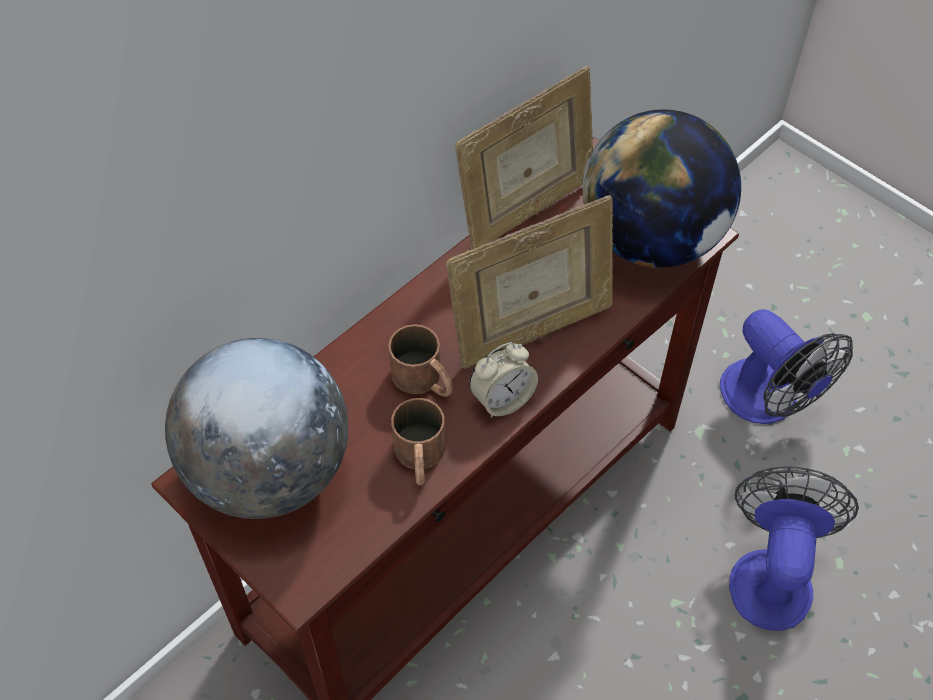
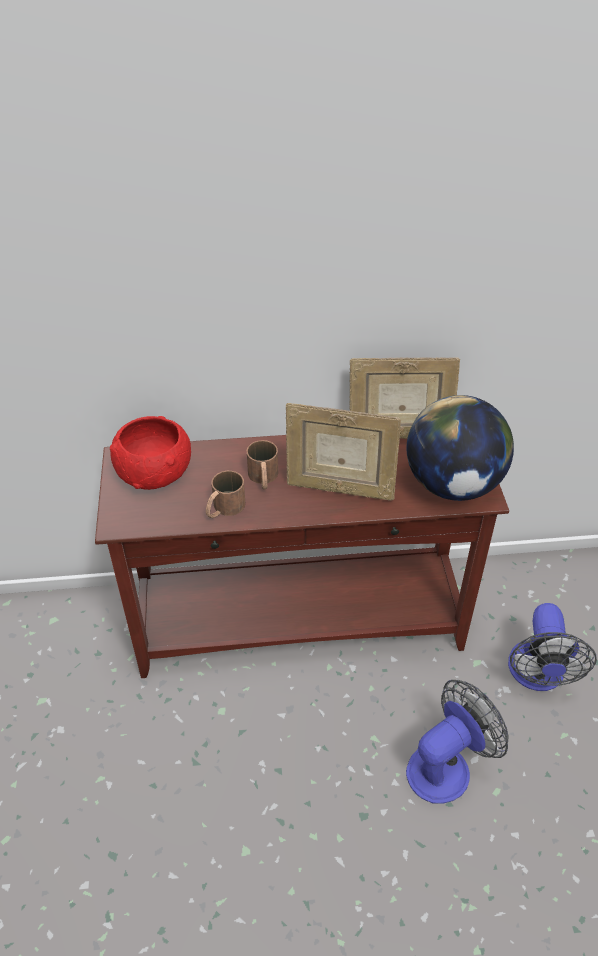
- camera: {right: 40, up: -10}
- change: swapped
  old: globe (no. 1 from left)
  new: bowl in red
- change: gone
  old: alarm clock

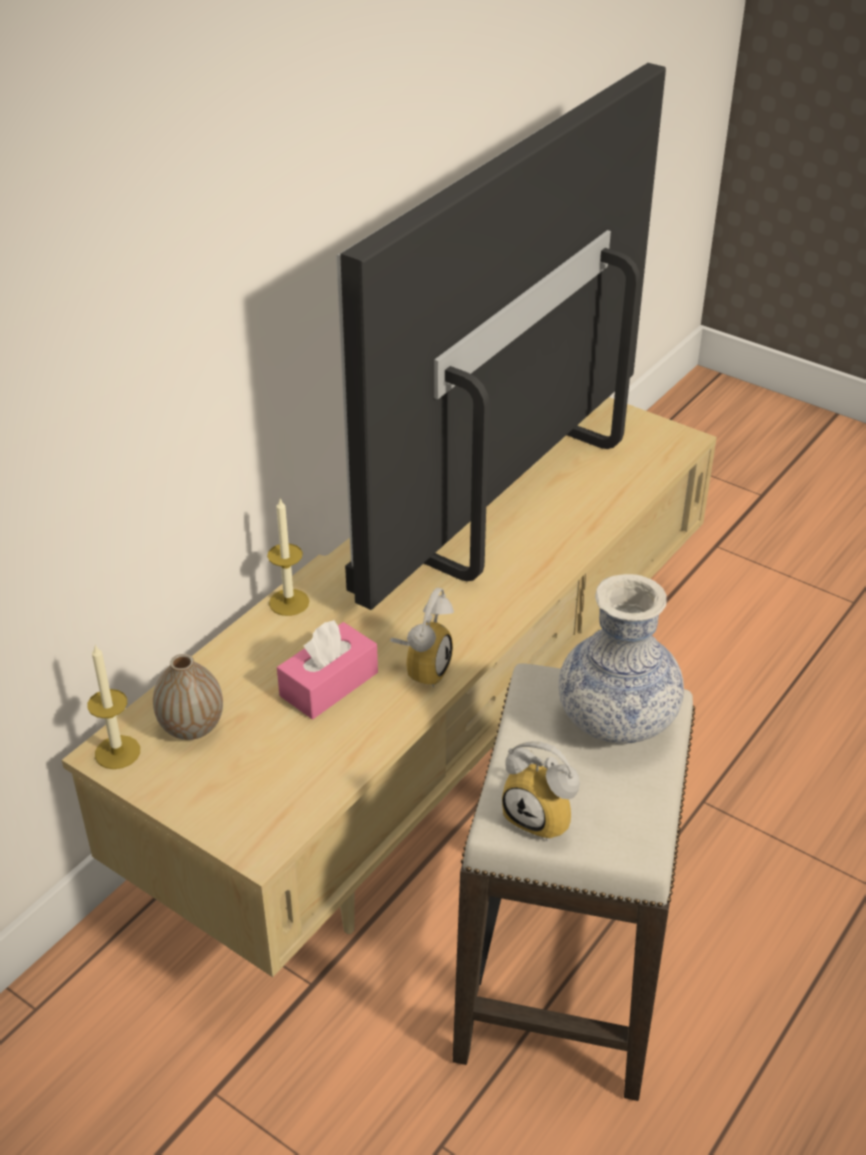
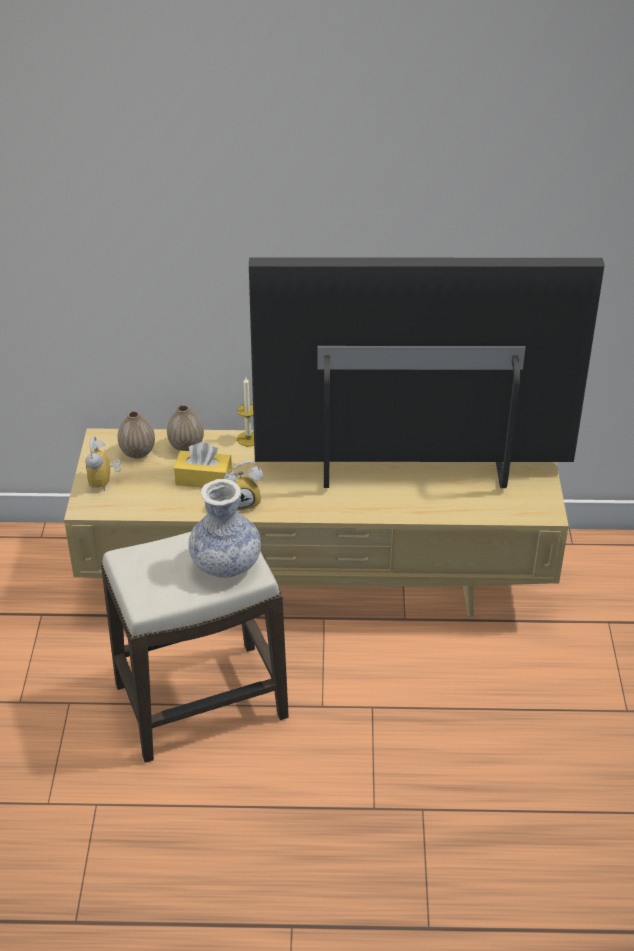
- camera: {right: 55, up: 0}
- change: shifted
  old: alarm clock (no. 2 from left in the first image)
  new: alarm clock (no. 1 from left)
- change: new
  new: vase (no. 2 from left)
- change: repainted
  old: tissue box in pink
  new: tissue box in yellow
- change: gone
  old: candle (no. 1 from left)

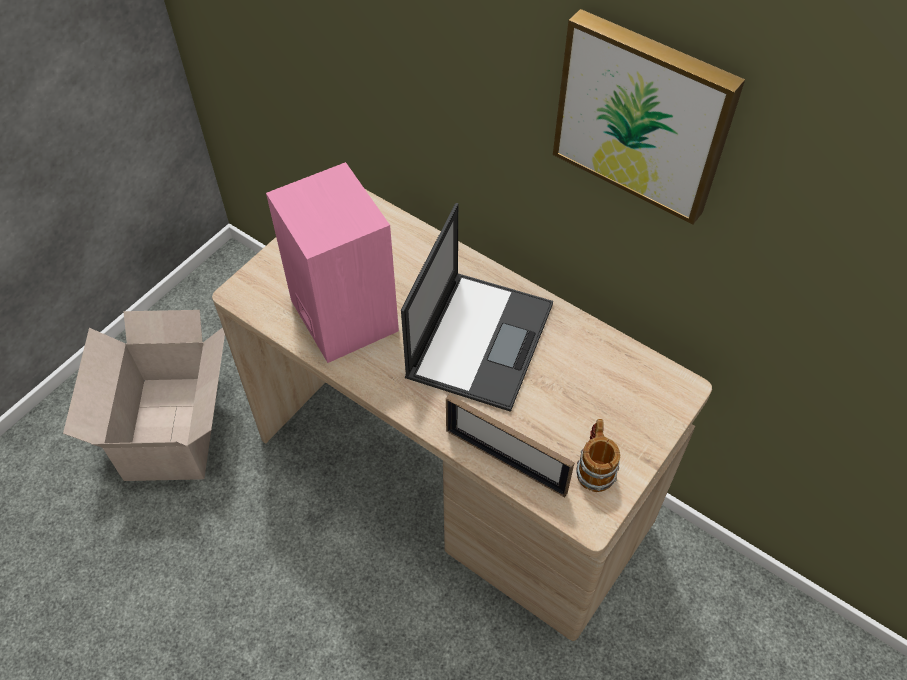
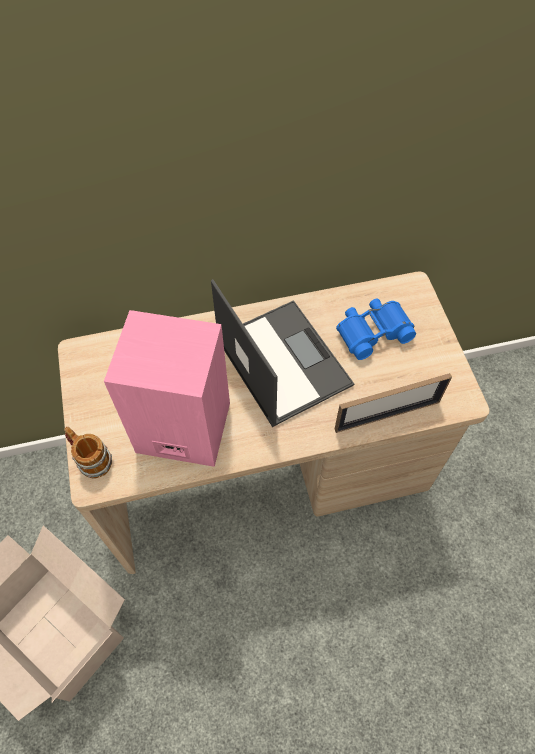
- camera: {right: -50, up: 5}
- change: shifted
  old: mug
- change: new
  new: binoculars in blue
- change: gone
  old: picture

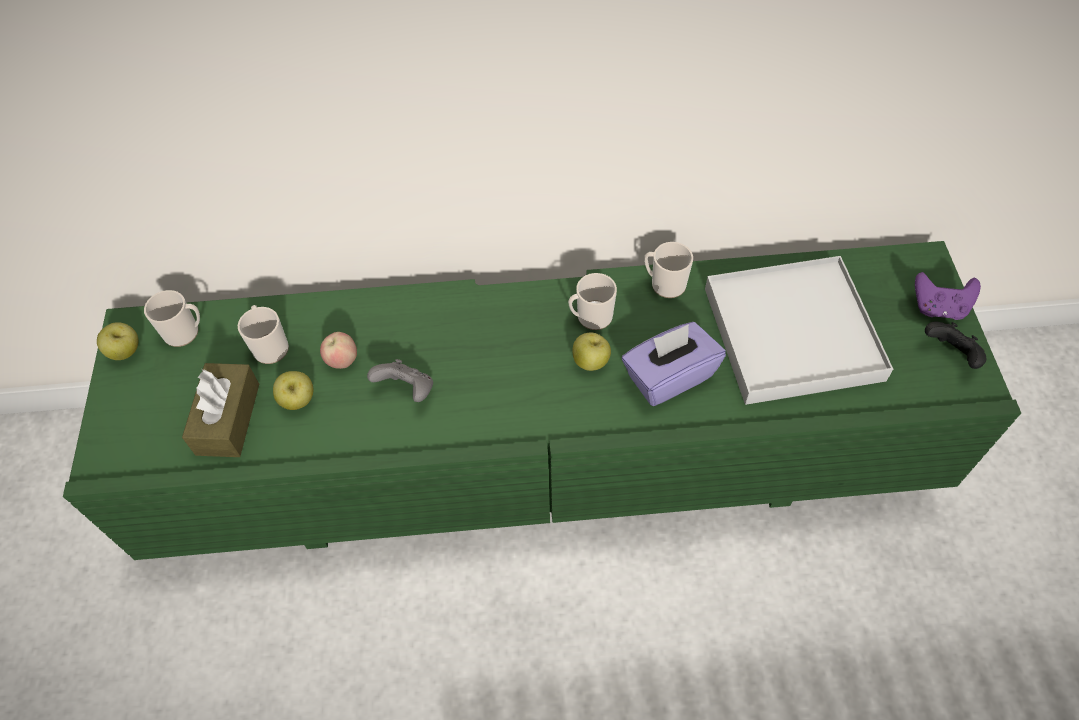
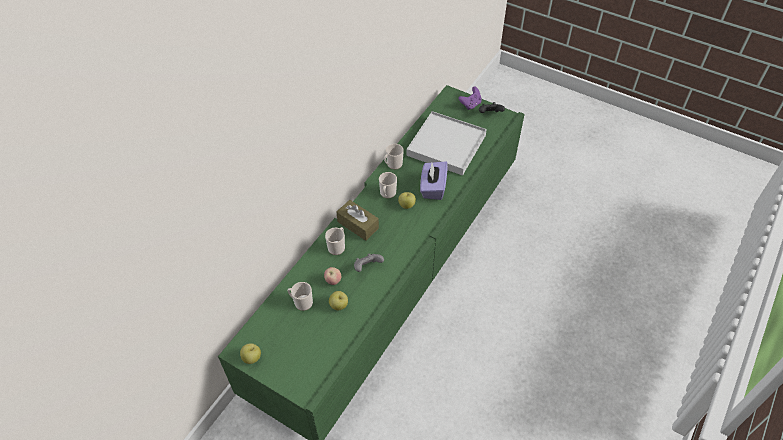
- camera: {right: -55, up: -5}
- change: shifted
  old: mug (no. 1 from left in the first image)
  new: mug (no. 2 from left)
- change: shifted
  old: tissue box in brown

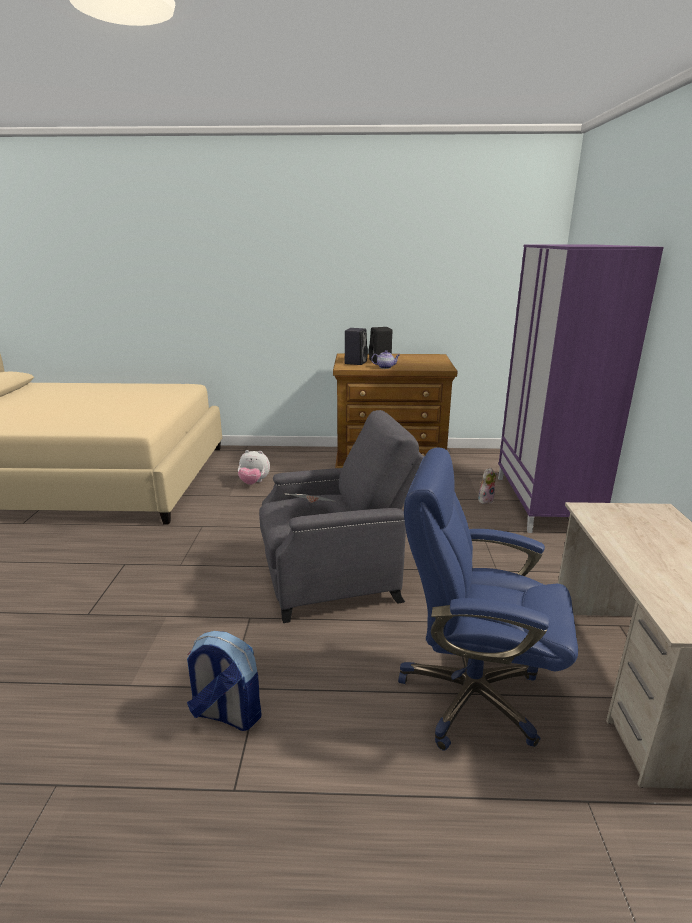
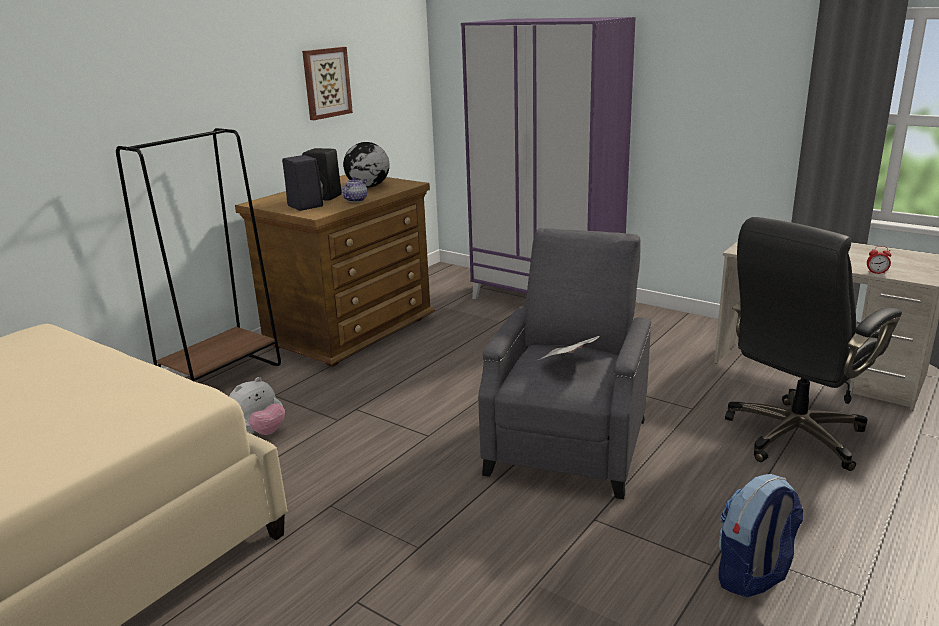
- camera: {right: -55, up: 0}
- change: new
  new: clothes rack
- change: new
  new: picture
- change: new
  new: globe
- change: repainted
  old: office chair in blue
  new: office chair in black
- change: new
  new: alarm clock
- change: gone
  old: plush toy (no. 2 from left)

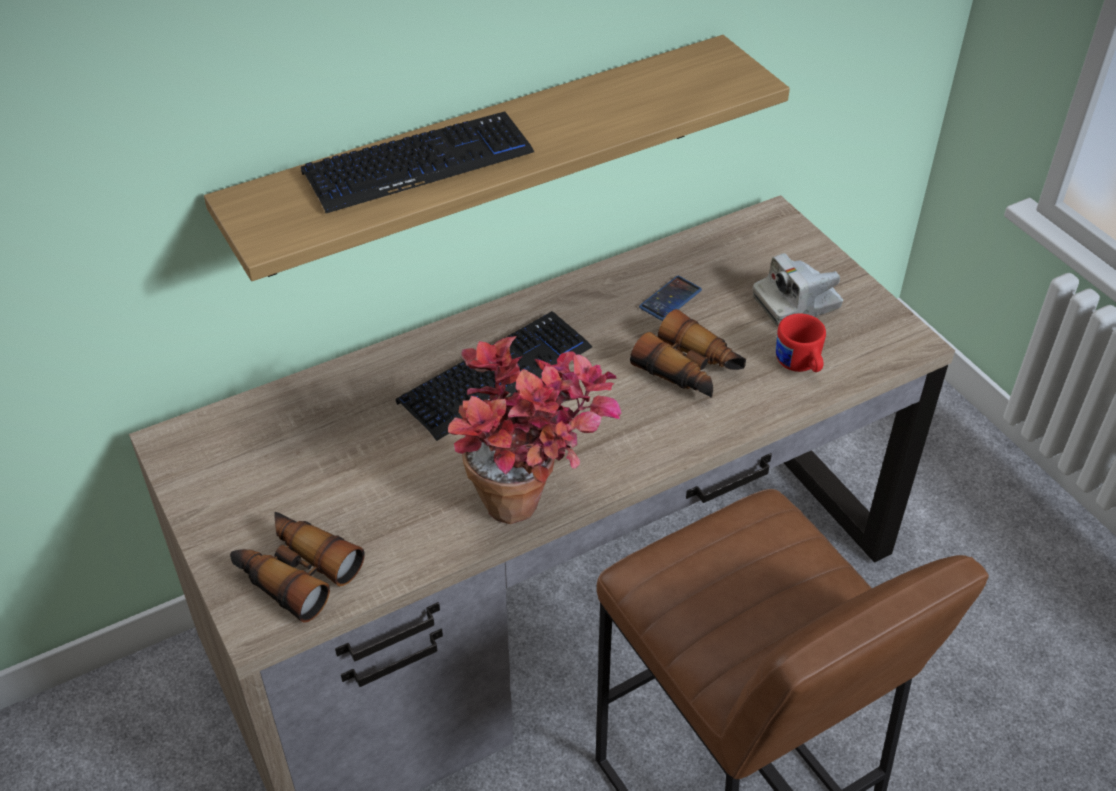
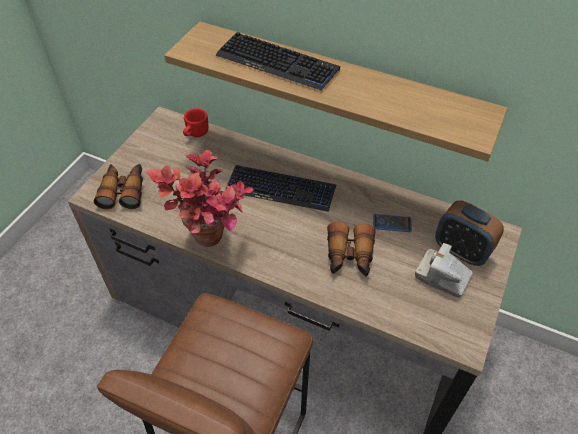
- camera: {right: 55, up: 5}
- change: shifted
  old: mug in red
- change: new
  new: alarm clock

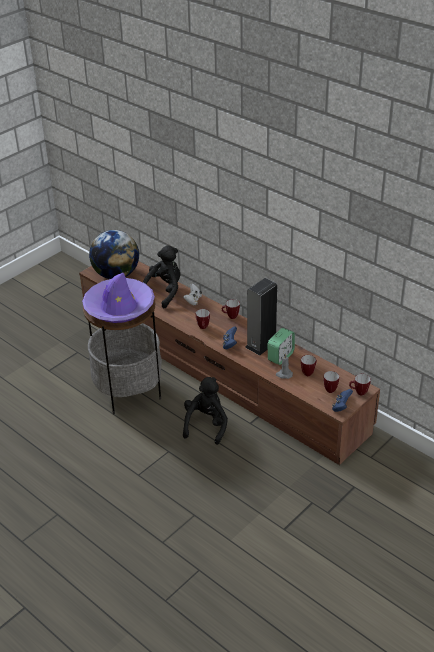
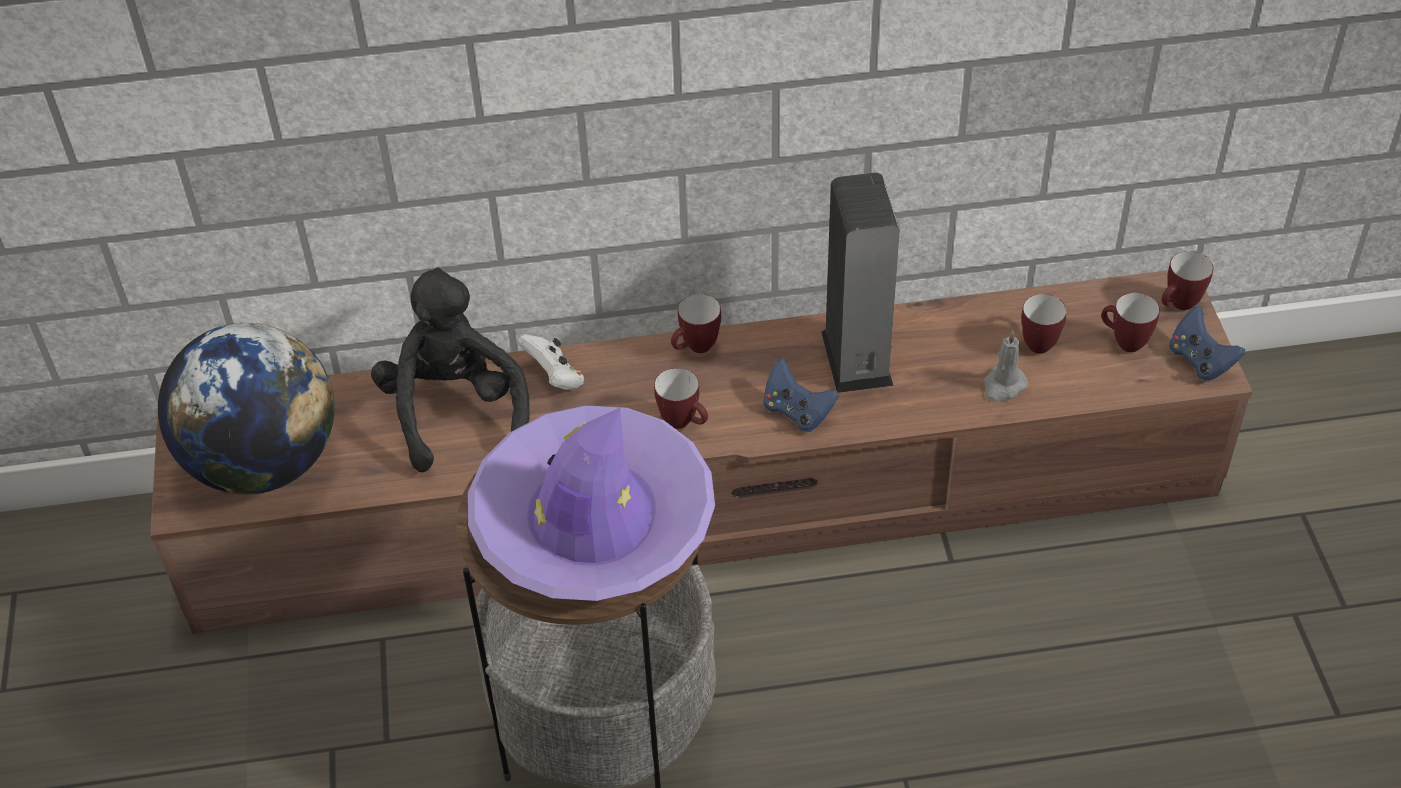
- camera: {right: -50, up: 10}
- change: gone
  old: plush toy in black (no. 2 from left)
- change: gone
  old: alarm clock

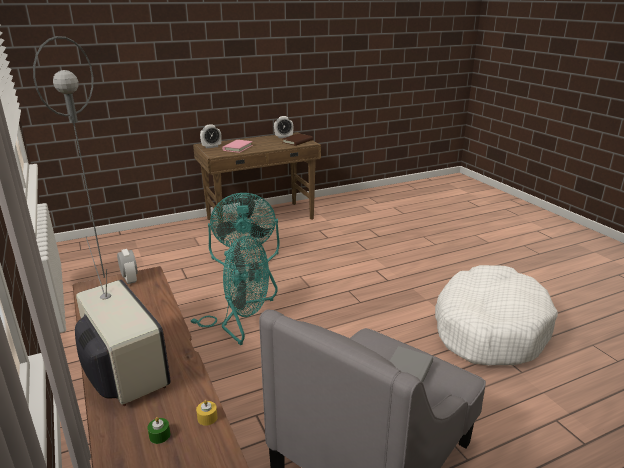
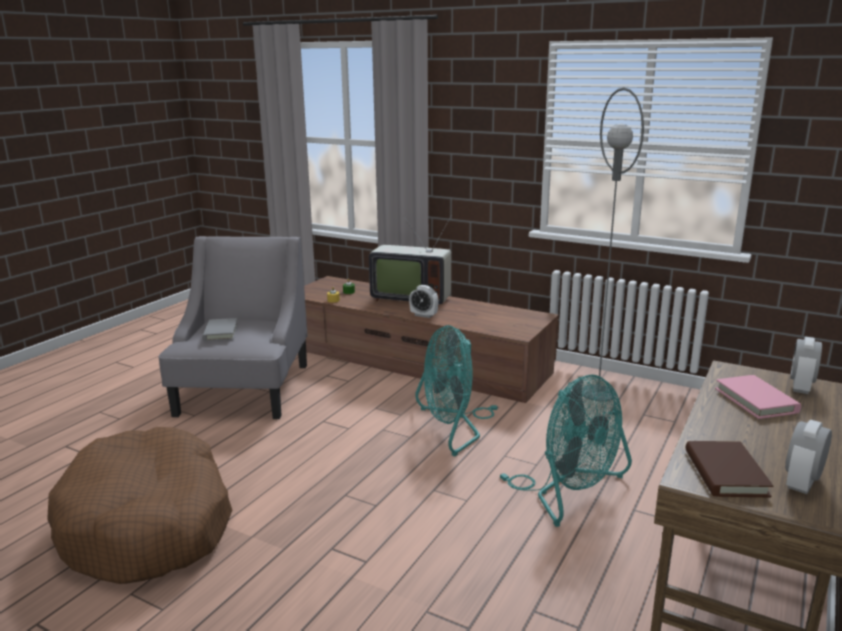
- camera: {right: 145, up: -5}
- change: repainted
  old: dog bed in white
  new: dog bed in brown
- change: shifted
  old: alarm clock (no. 1 from left)

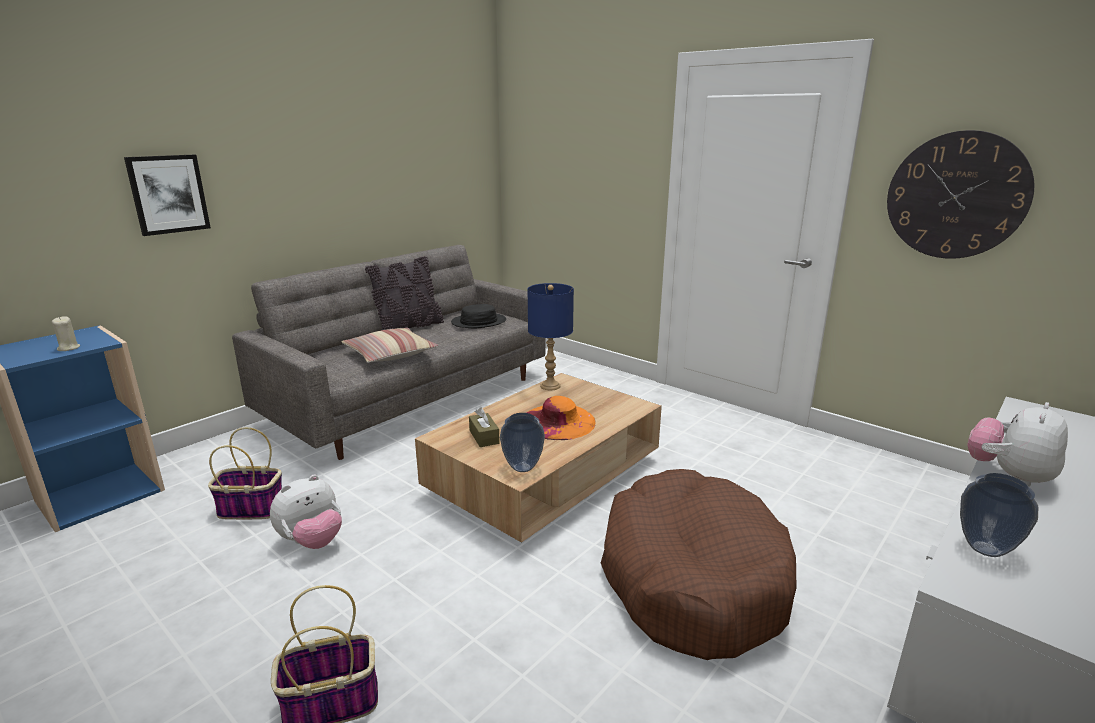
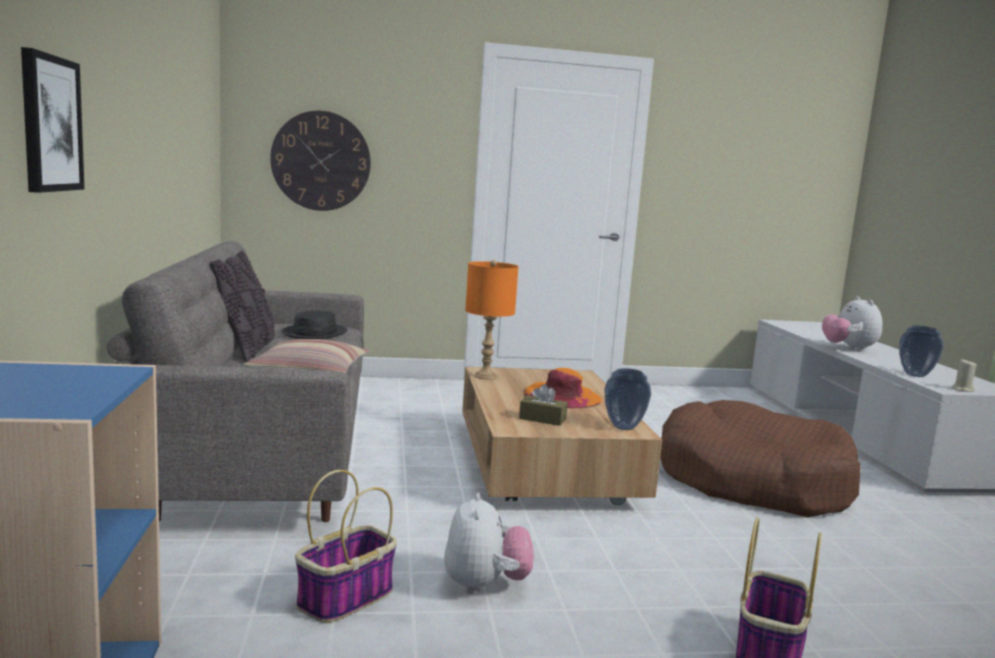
- camera: {right: -50, up: -10}
- change: shifted
  old: wall clock
- change: repainted
  old: table lamp in blue
  new: table lamp in orange
- change: shifted
  old: candle in beige

